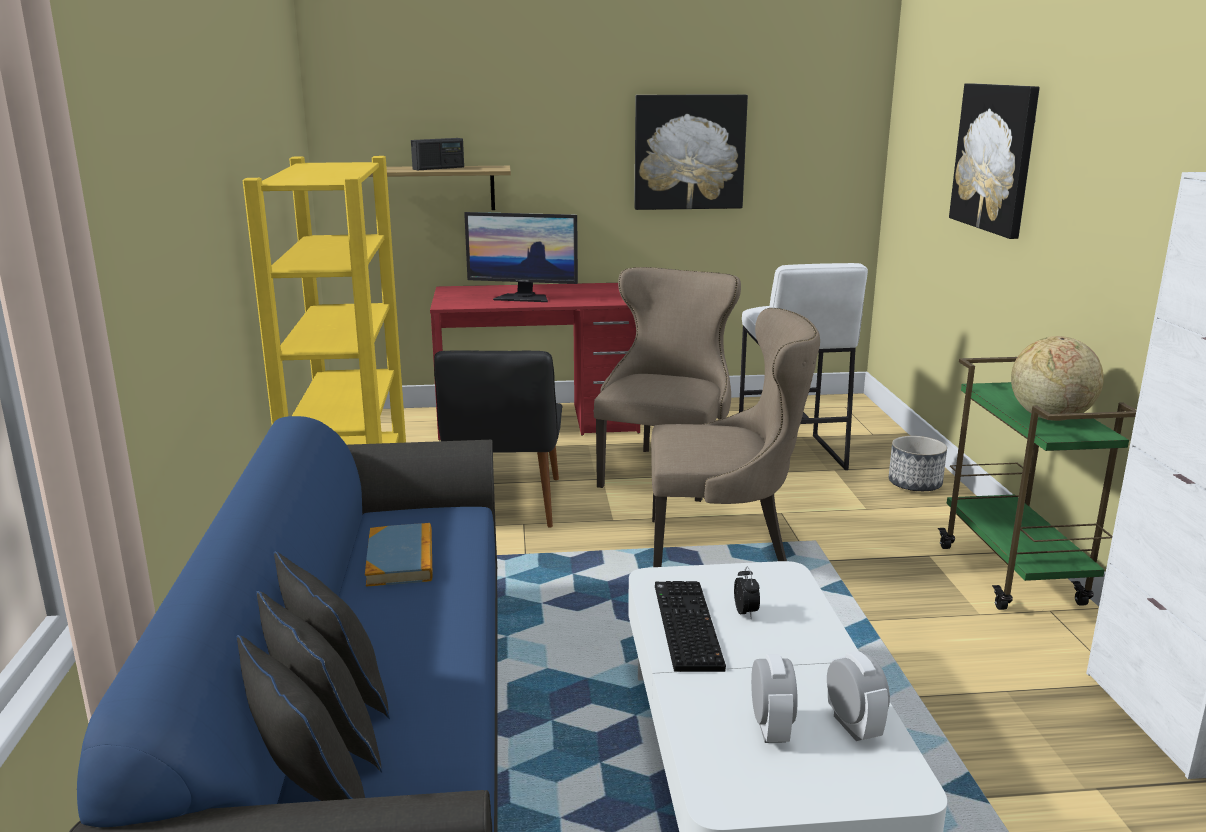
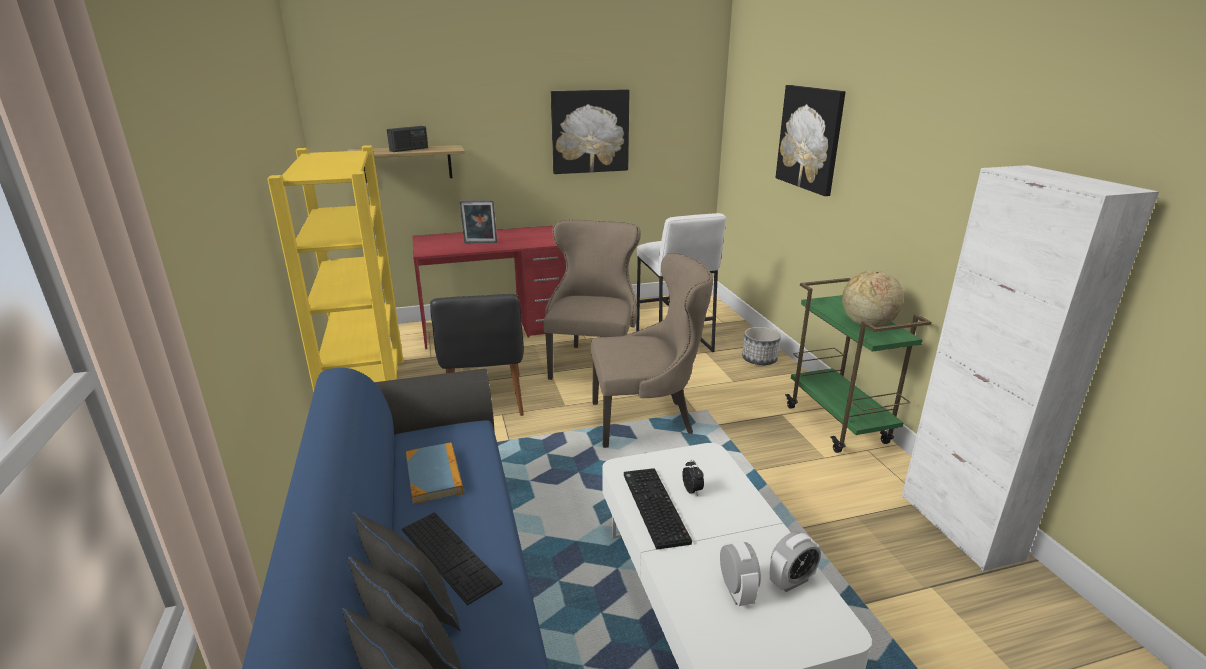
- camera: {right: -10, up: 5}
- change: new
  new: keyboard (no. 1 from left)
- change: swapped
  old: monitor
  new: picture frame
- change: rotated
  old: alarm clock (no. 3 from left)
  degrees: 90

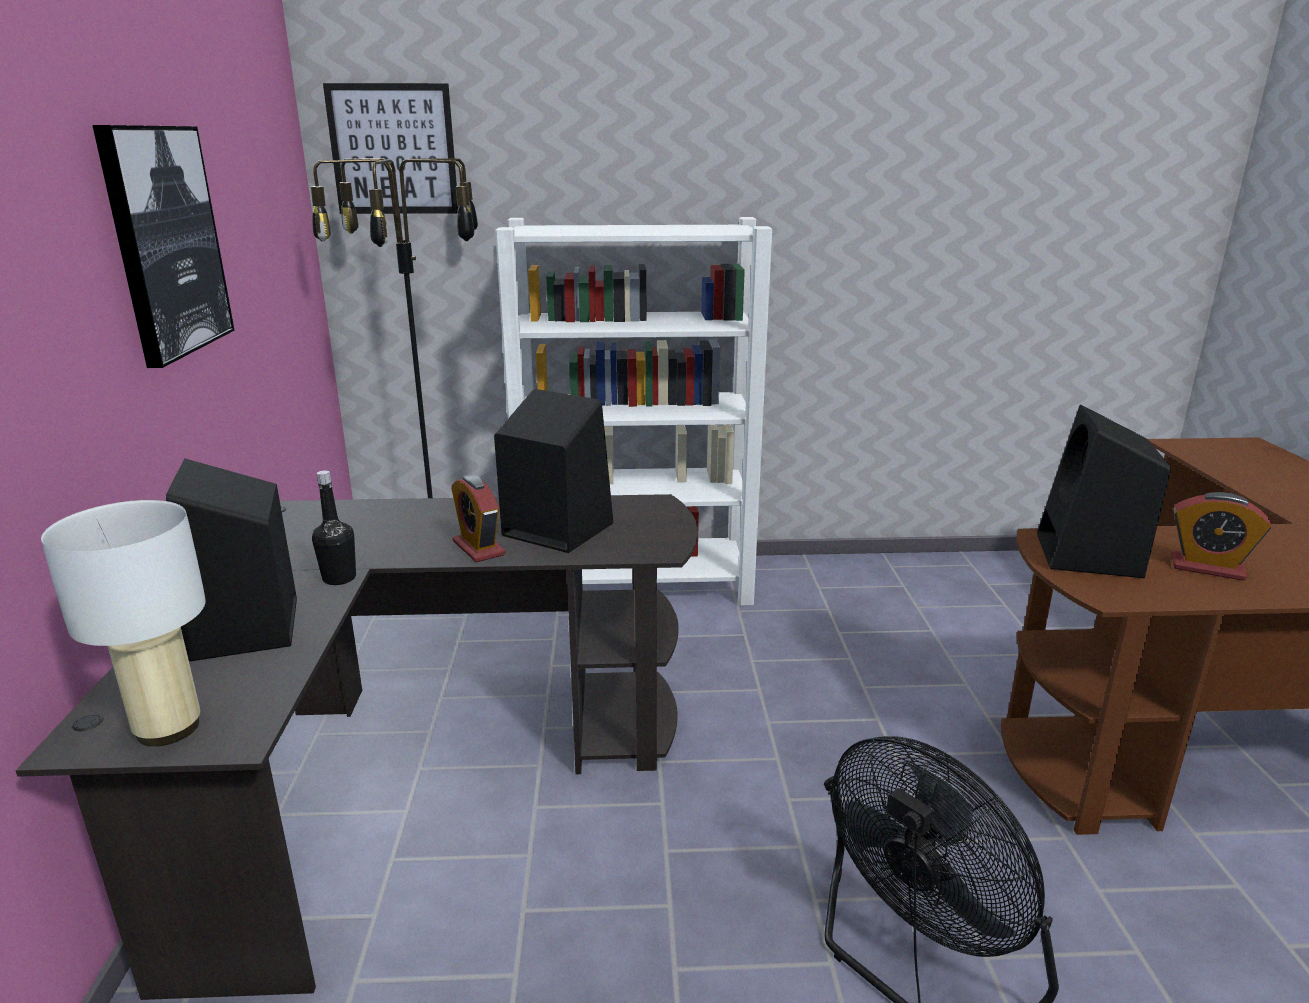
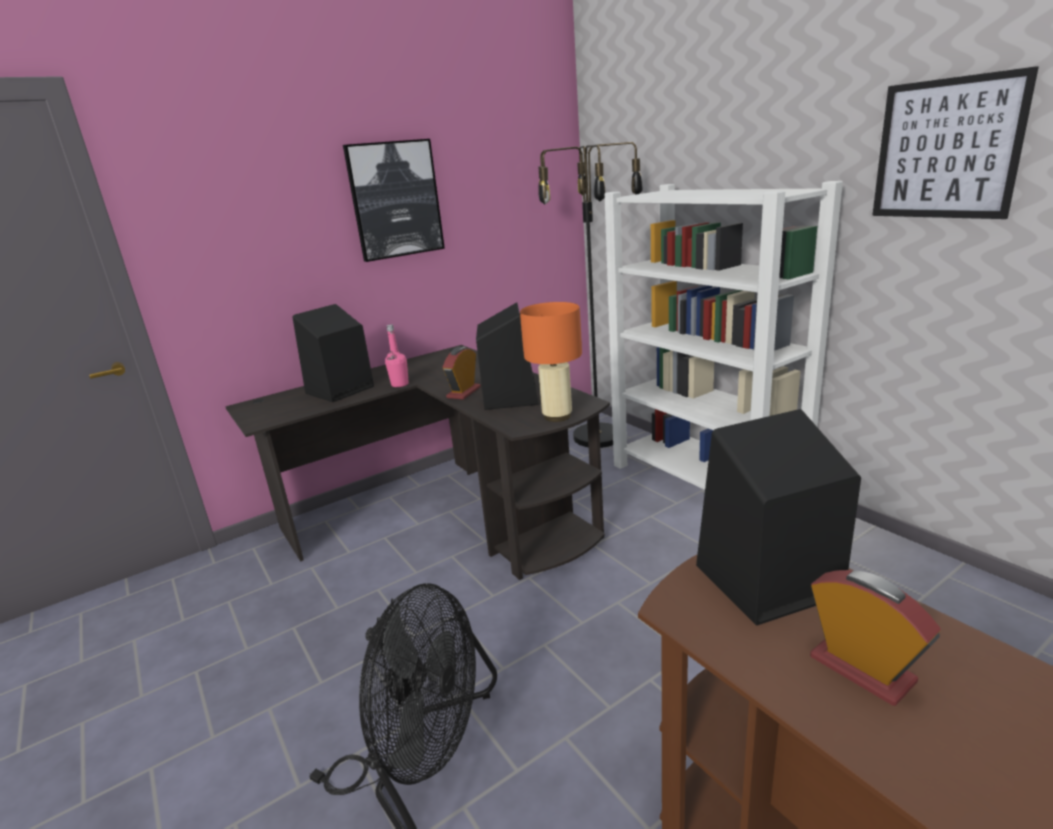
- camera: {right: 60, up: 0}
- change: repainted
  old: bottle in black
  new: bottle in pink
- change: new
  new: table lamp in orange
- change: rotated
  old: alarm clock (no. 2 from left)
  degrees: 150
- change: shifted
  old: picture (no. 2 from left)
- change: gone
  old: table lamp in white

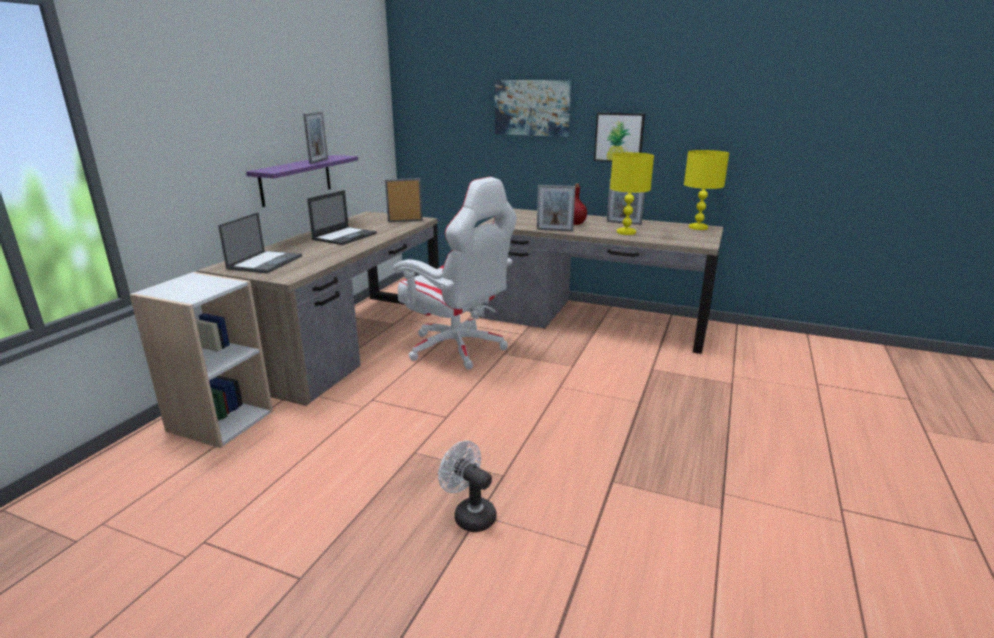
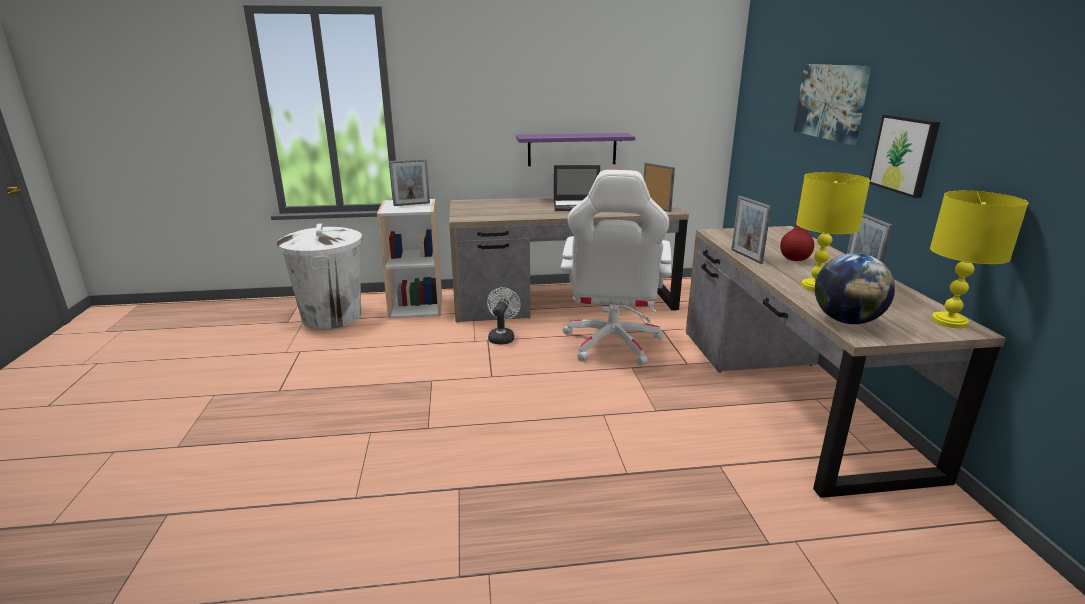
- camera: {right: 60, up: 0}
- change: new
  new: trash can in white
- change: shifted
  old: picture frame (no. 1 from left)
- change: shifted
  old: fan in white
- change: new
  new: globe
- change: gone
  old: laptop (no. 1 from left)

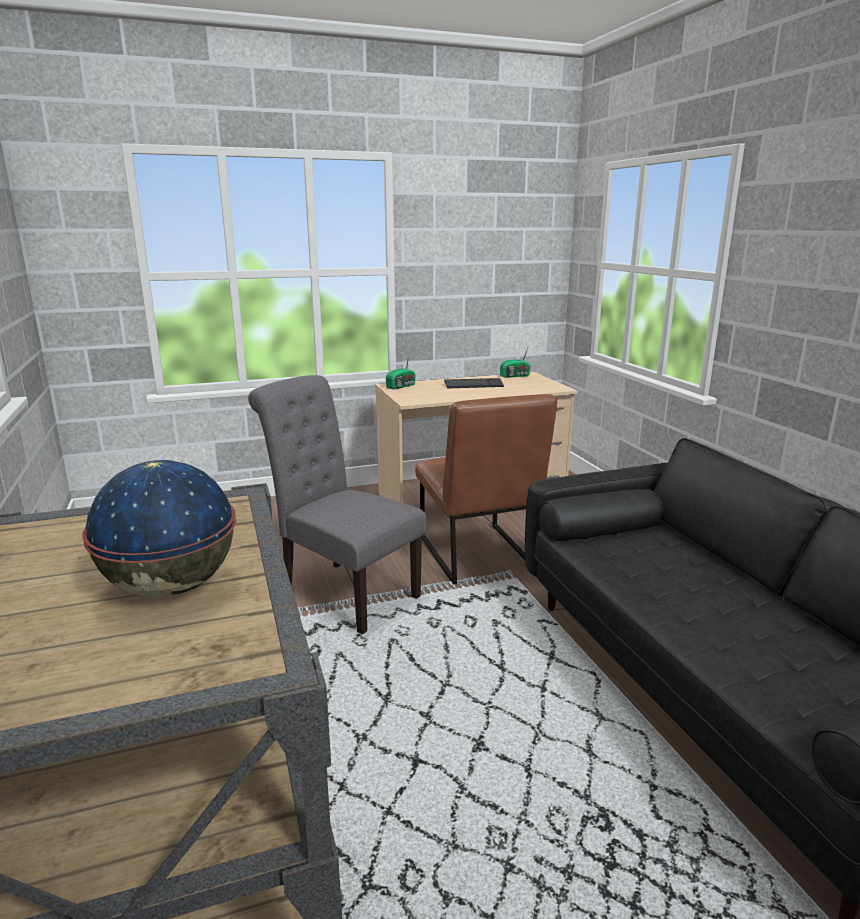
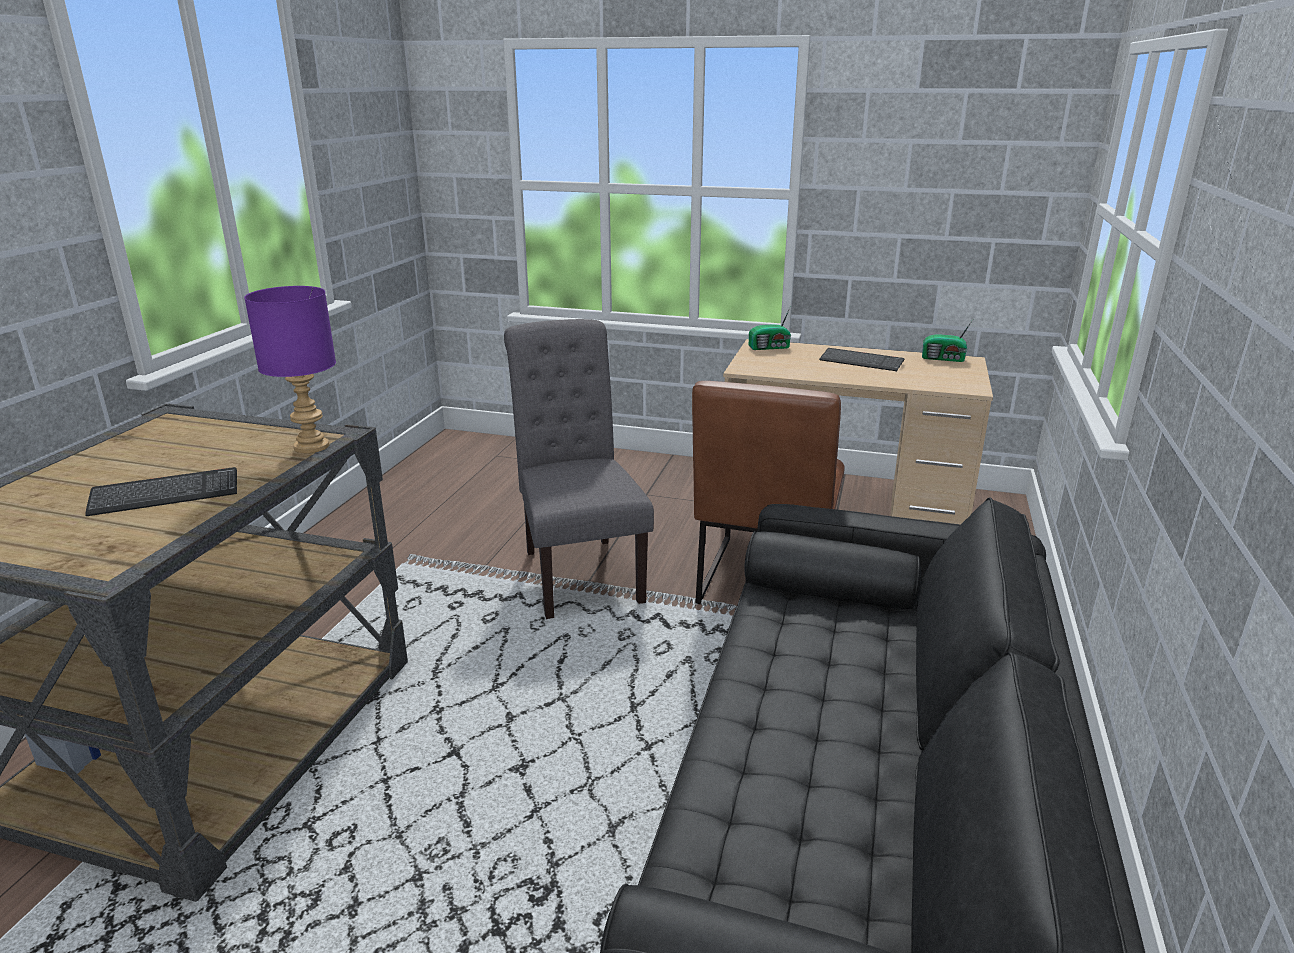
- camera: {right: 35, up: 5}
- change: swapped
  old: globe
  new: keyboard (no. 1 from left)
- change: new
  new: table lamp in purple

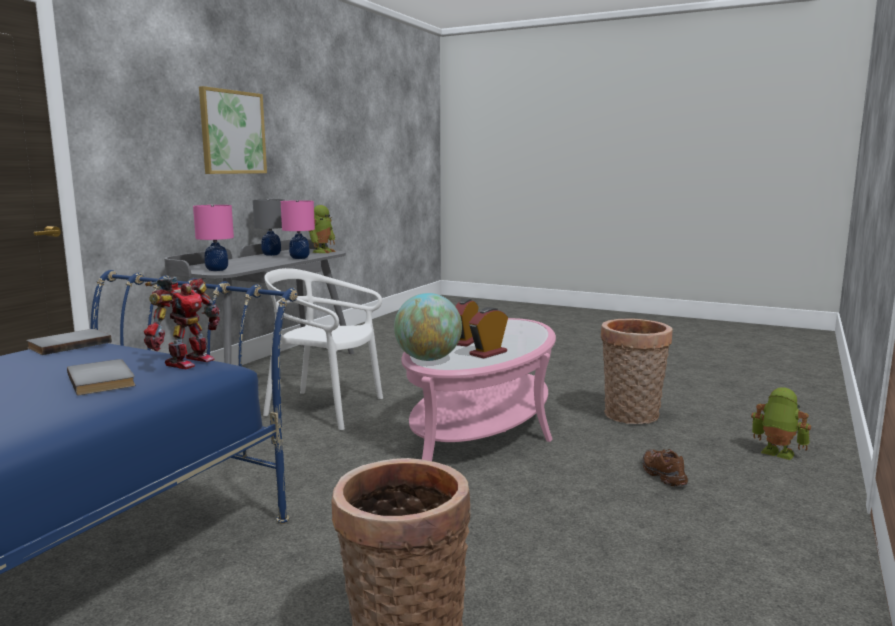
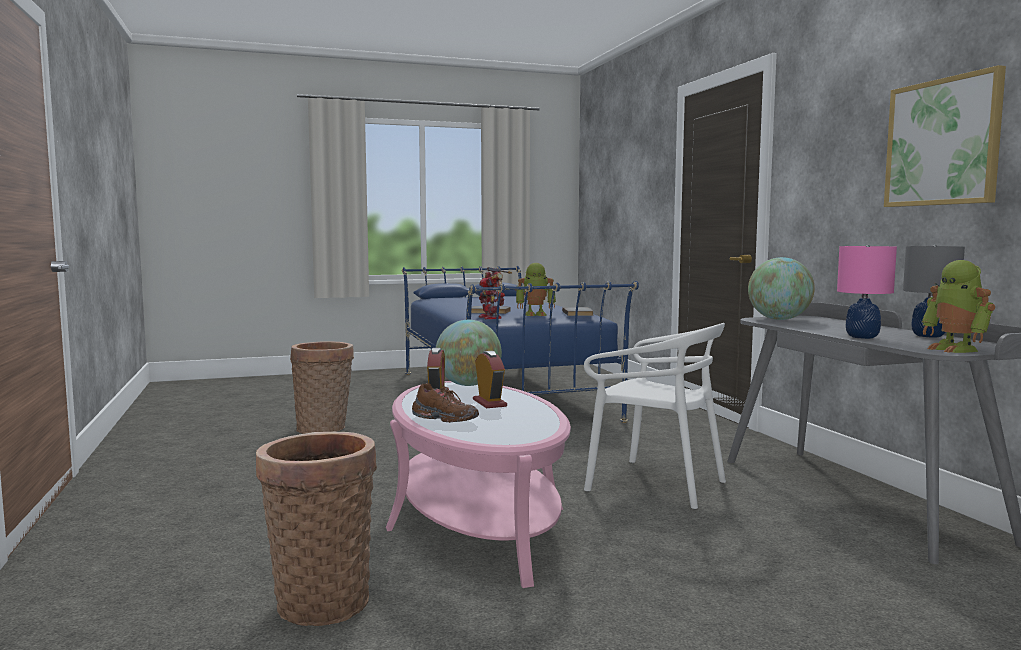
- camera: {right: 135, up: -5}
- change: shifted
  old: shoe in brown
- change: shifted
  old: toy robot (no. 3 from left in the first image)
  new: toy robot (no. 2 from left)
- change: rotated
  old: chair in white
  degrees: 60
- change: swapped
  old: table lamp in pink (no. 1 from left)
  new: globe (no. 2 from left)

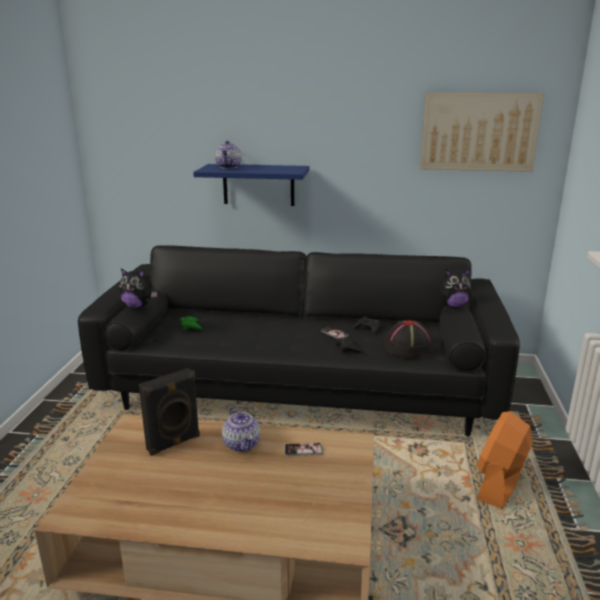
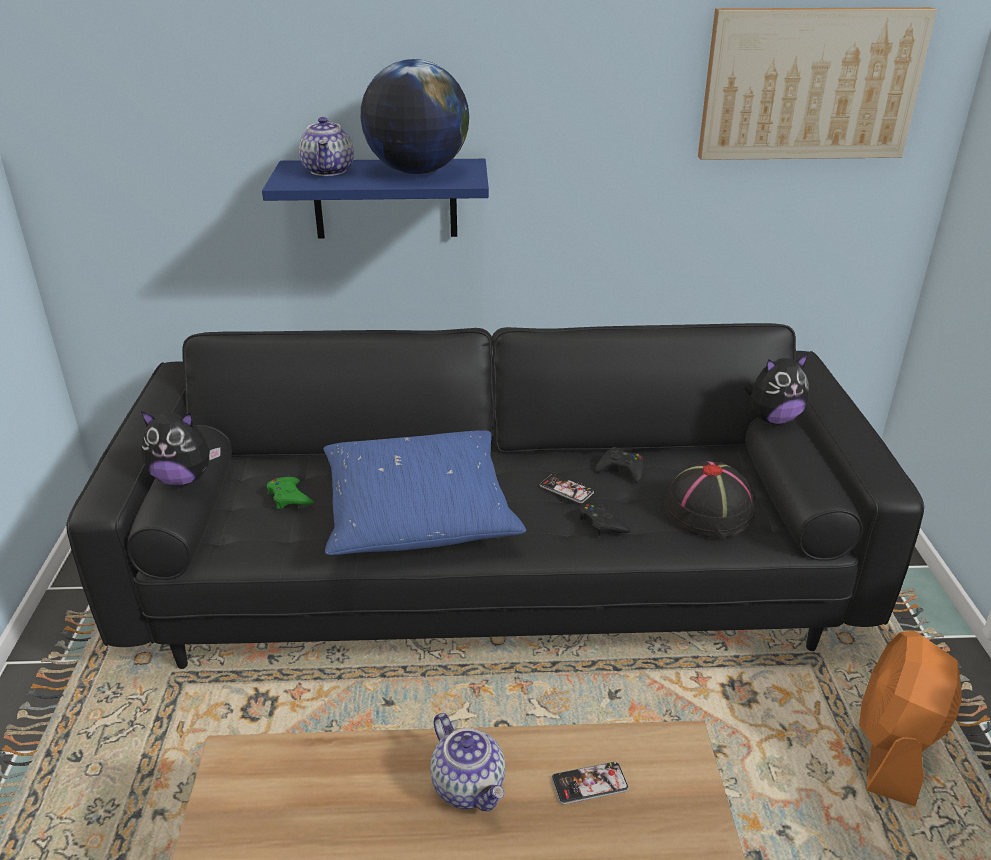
- camera: {right: -10, up: 10}
- change: new
  new: pillow in blue
- change: new
  new: globe
- change: gone
  old: speaker in black

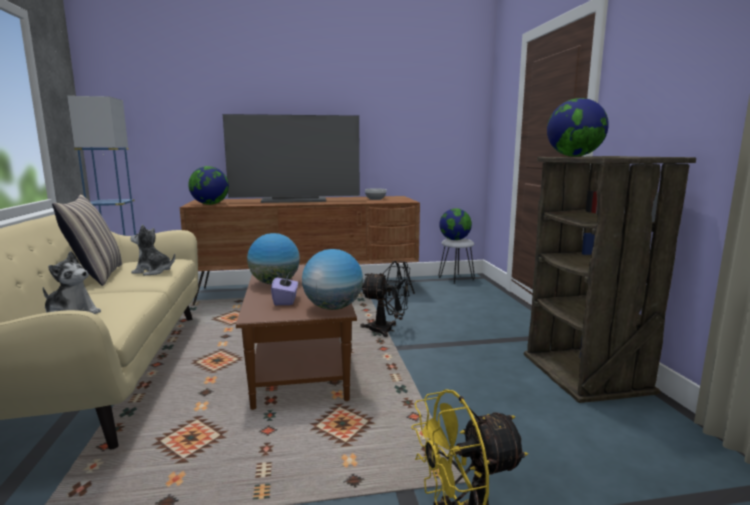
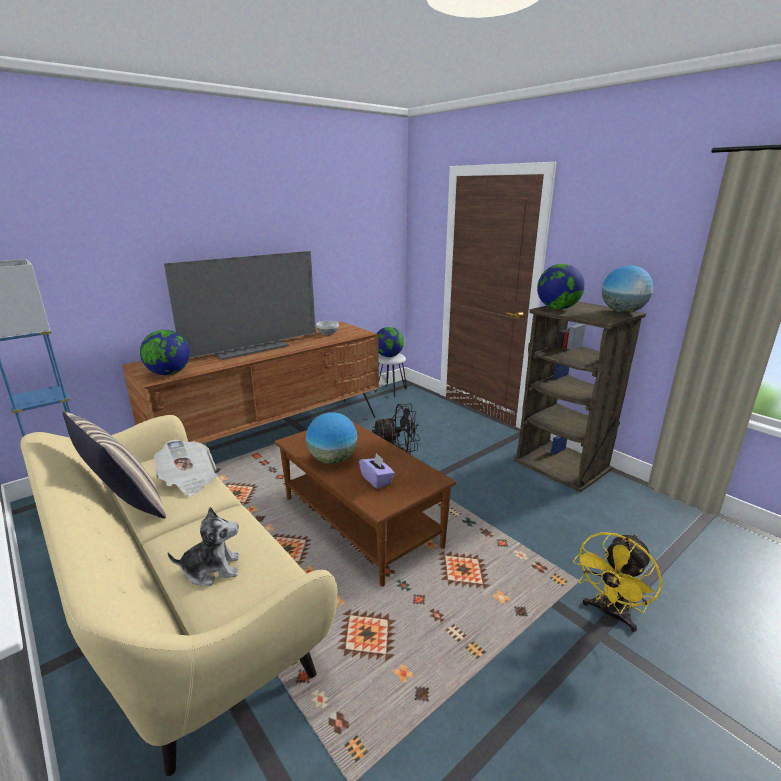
- camera: {right: -30, up: 10}
- change: swapped
  old: plush toy (no. 2 from left)
  new: newspaper
- change: shifted
  old: globe (no. 3 from left in the first image)
  new: globe (no. 5 from left)

